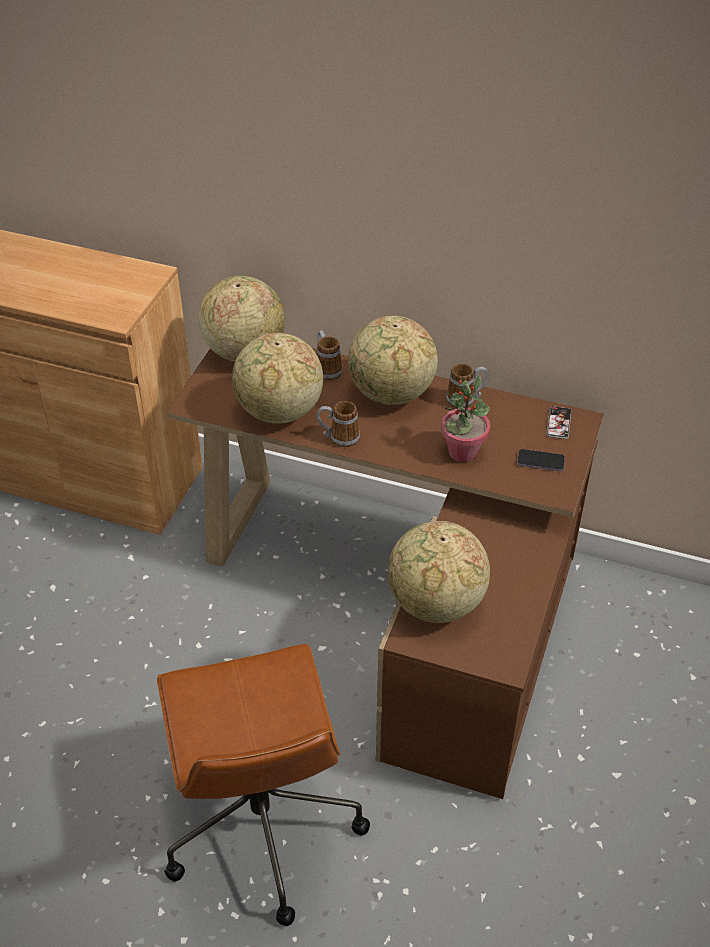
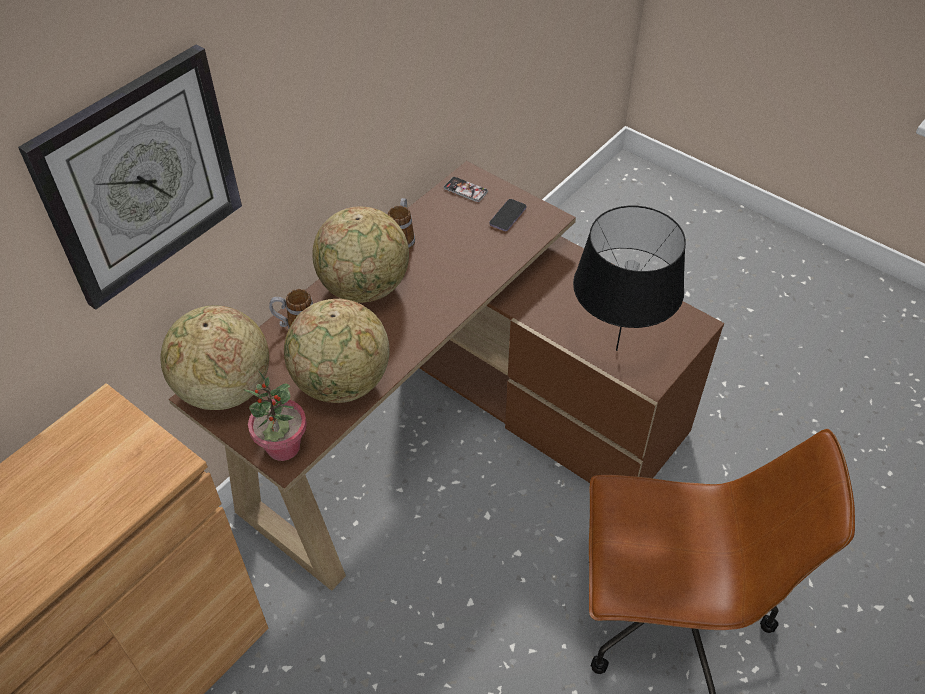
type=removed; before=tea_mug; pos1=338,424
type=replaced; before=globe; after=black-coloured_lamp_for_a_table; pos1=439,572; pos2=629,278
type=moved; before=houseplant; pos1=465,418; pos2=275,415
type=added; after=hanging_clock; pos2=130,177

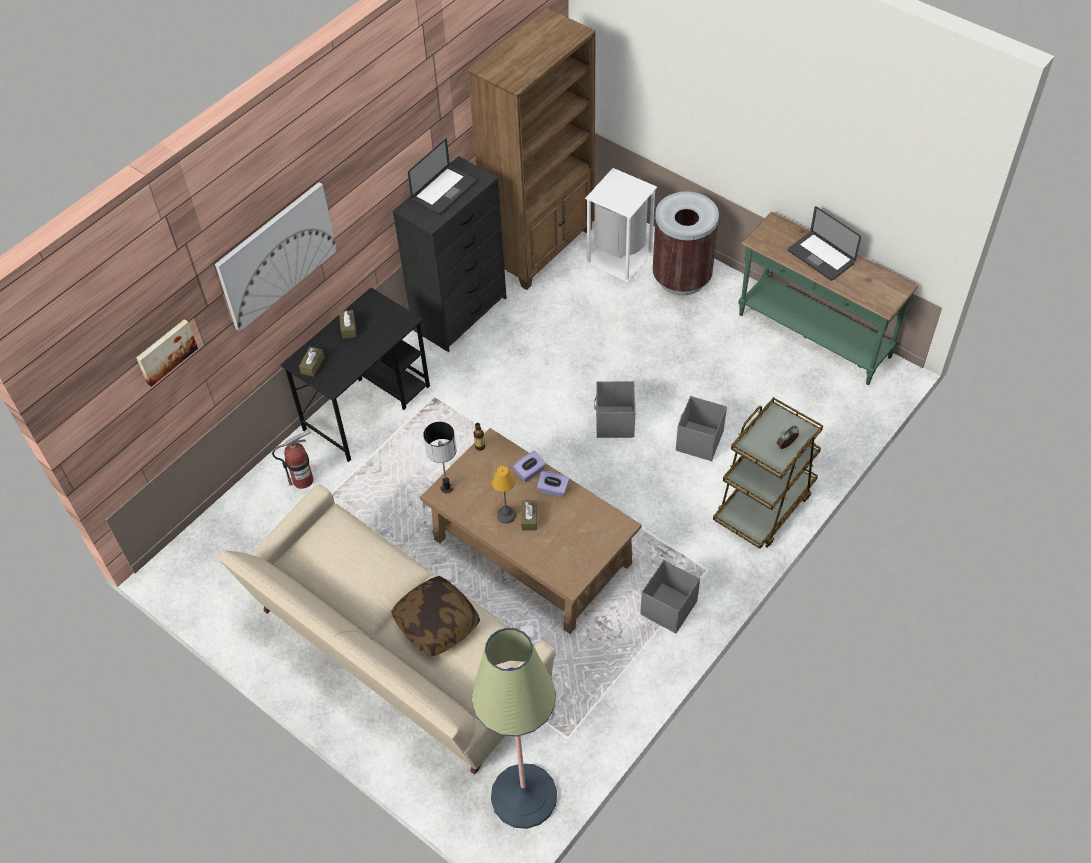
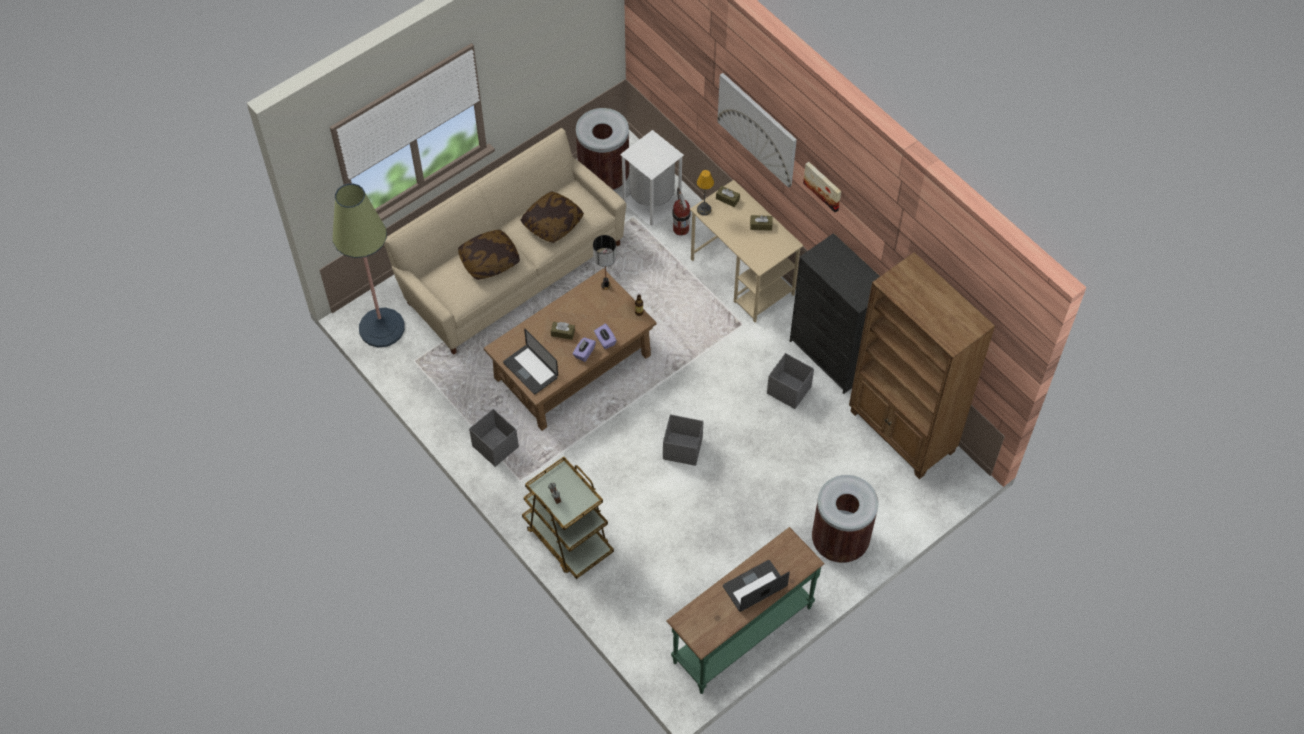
type=moved; before=wall_art; pos1=167,353; pos2=822,187
type=recoloured; before=black-coloured_desk_table; after=beige-coloured_desk_table; pos1=355,375; pos2=746,251
type=moved; before=laptop; pos1=442,177; pos2=530,361
type=moved; before=lamp_for_a_table; pos1=504,495; pos2=705,193
type=moved; before=white_waste_bin; pos1=621,225; pos2=652,179
type=moved; before=gray_storage_container; pos1=701,428; pos2=790,381
type=added; after=throw_pillow; pos2=552,217
type=added; after=brown-coloured_waste_bin; pos2=602,149

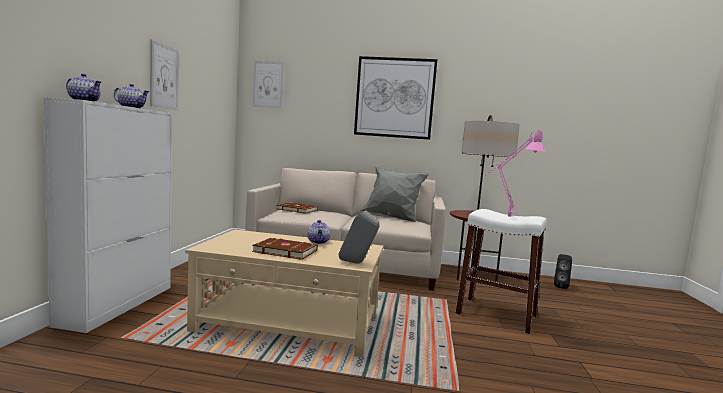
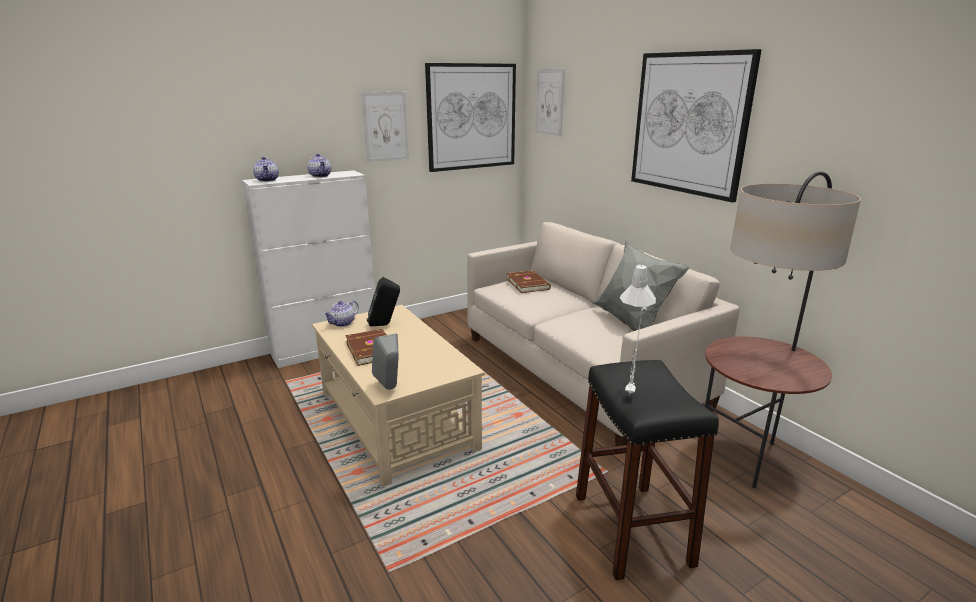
type=moved; before=tea_pot; pos1=318,232; pos2=341,313
type=recoloured; before=white_sitting_stool; after=black-coloured_sitting_stool; pos1=501,271; pos2=647,470
type=recoloured; before=pink_lamp_for_a_table; after=gray_lamp_for_a_table; pos1=516,173; pos2=638,330
type=moved; before=black-coloured_loudspeaker; pos1=563,271; pos2=383,302
type=added; after=wall_art; pos2=470,117

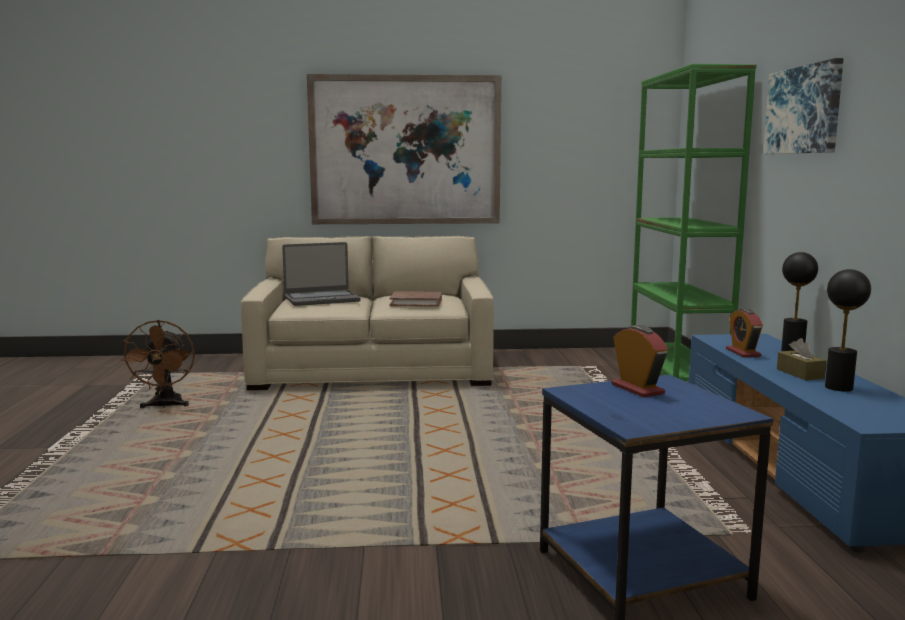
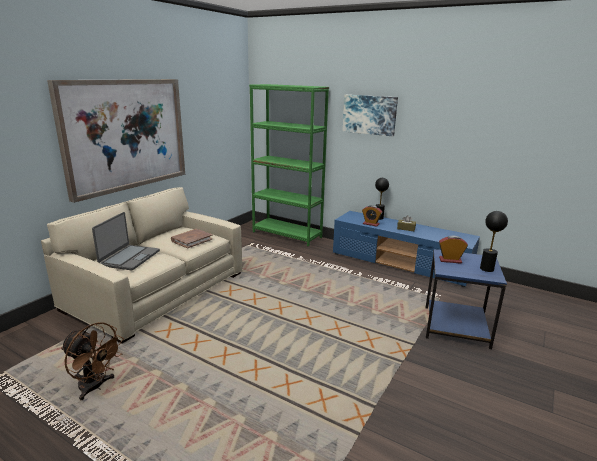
type=moved; before=black-coloured_lamp_for_a_table; pos1=848,330; pos2=494,241

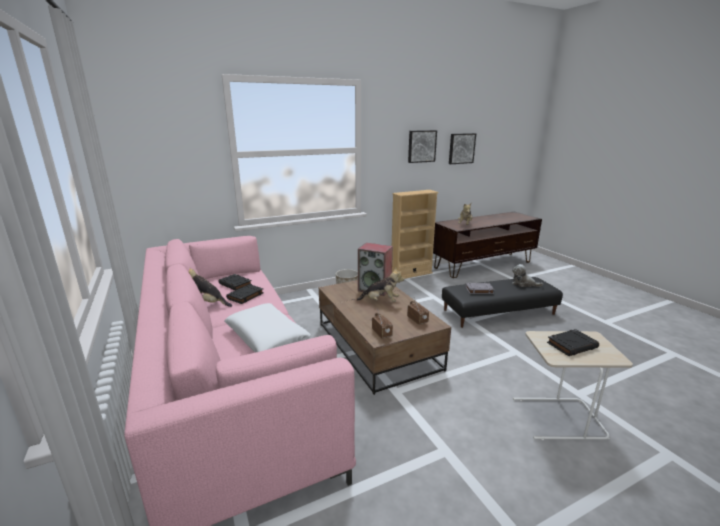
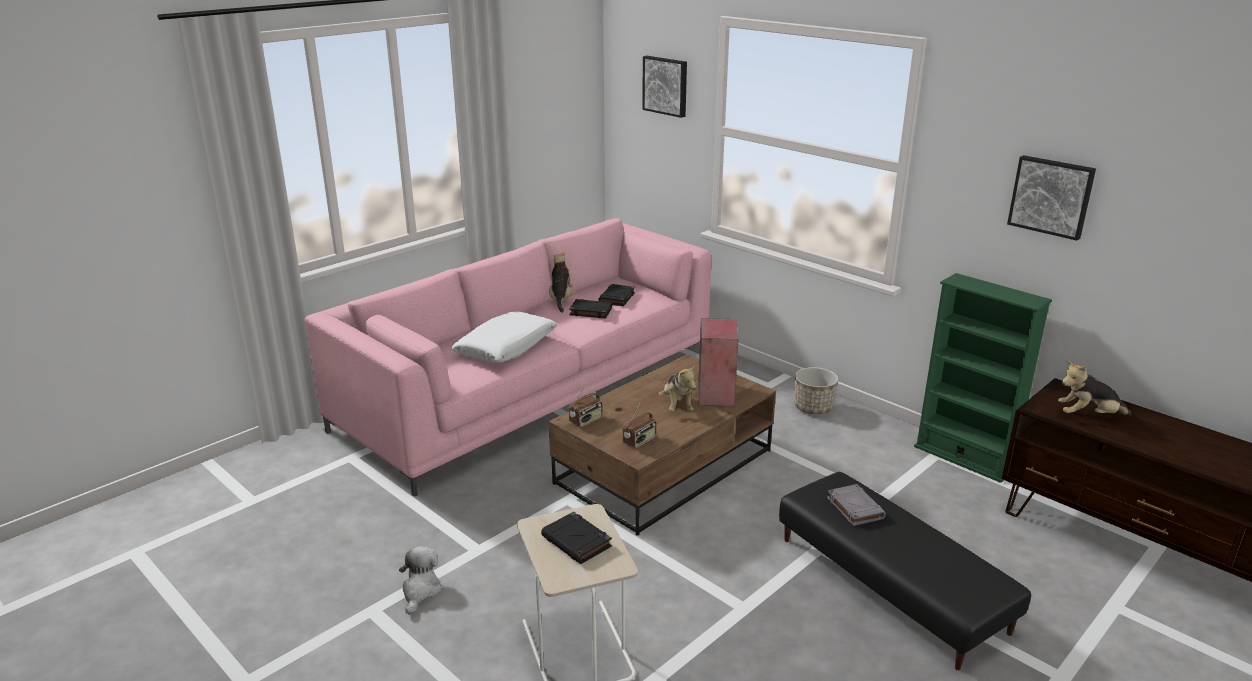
type=recoloured; before=beige-coloured_bookshelf; after=green_bookshelf; pos1=415,234; pos2=983,378
type=moved; before=wall_art; pos1=462,148; pos2=664,87
type=moved; before=plush_toy; pos1=527,275; pos2=420,580

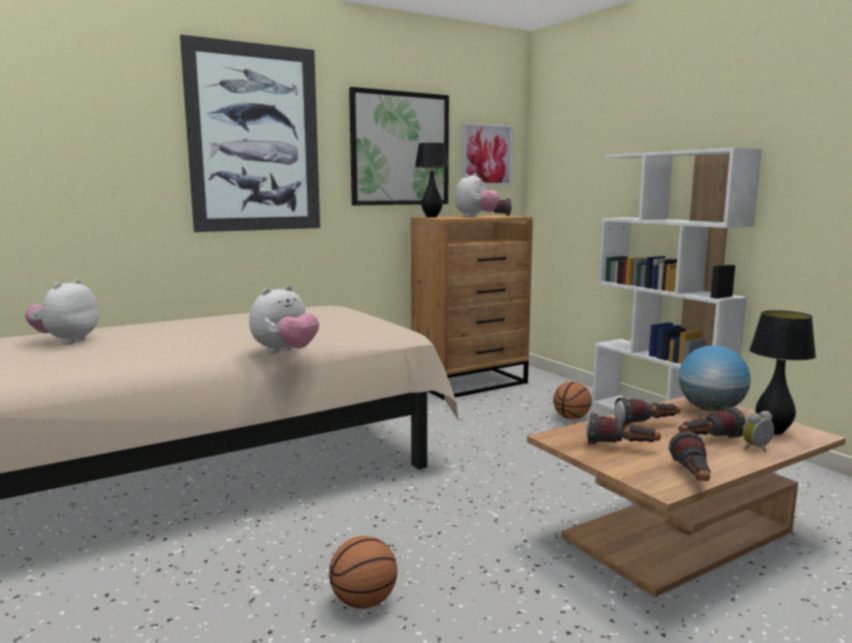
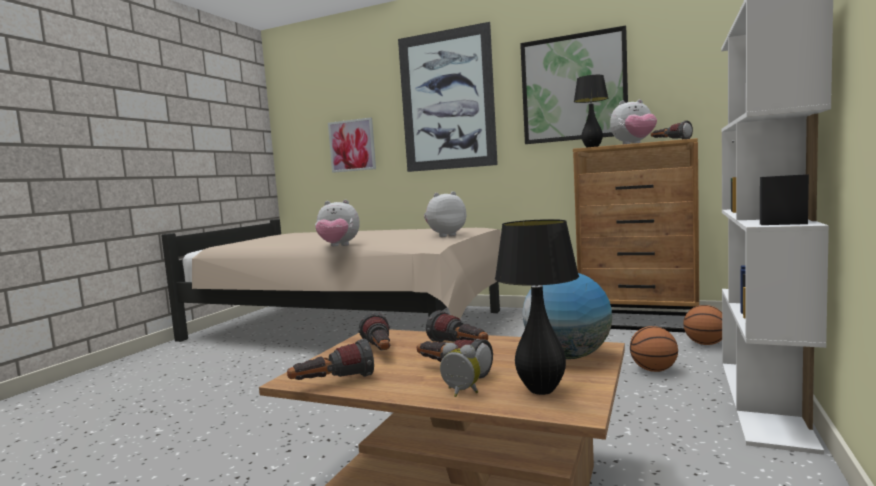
type=moved; before=plush_toy; pos1=62,311; pos2=445,214
type=moved; before=ball_for_basketball; pos1=363,572; pos2=702,325
type=moved; before=wall_art; pos1=487,154; pos2=352,145

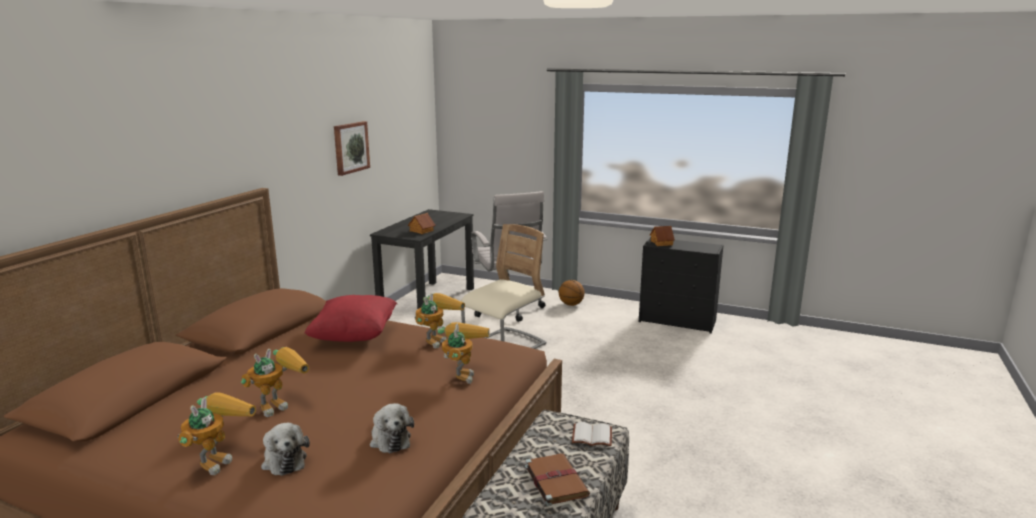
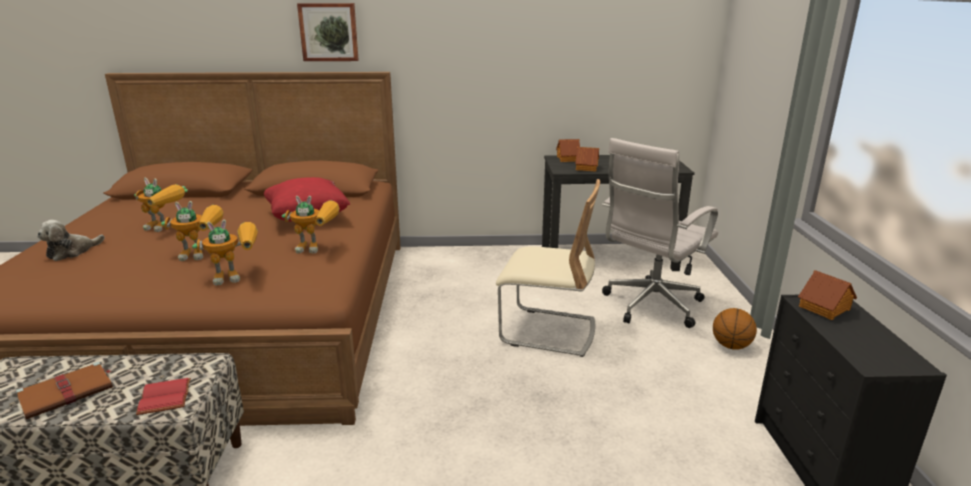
type=moved; before=toy_robot; pos1=216,433; pos2=192,231
type=moved; before=wall_art; pos1=352,148; pos2=328,32
type=removed; before=plush_toy; pos1=392,428
type=recoloured; before=white_bound_book; after=red-coloured_bound_book; pos1=592,434; pos2=163,396
type=added; after=toy_house; pos2=568,150

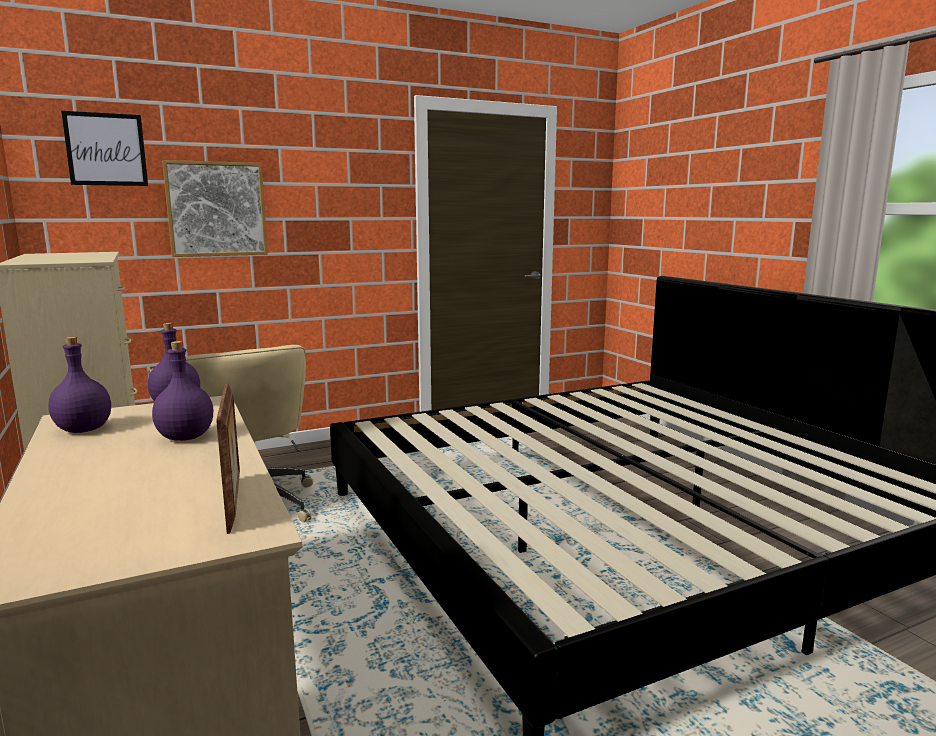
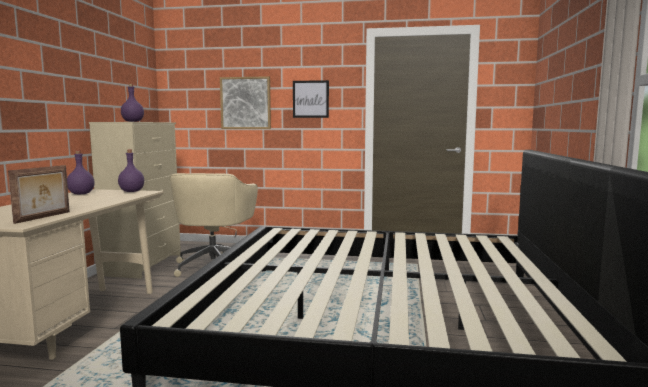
type=moved; before=wall_art; pos1=104,148; pos2=311,99
type=moved; before=purplish_drink_bottle; pos1=182,391; pos2=132,103

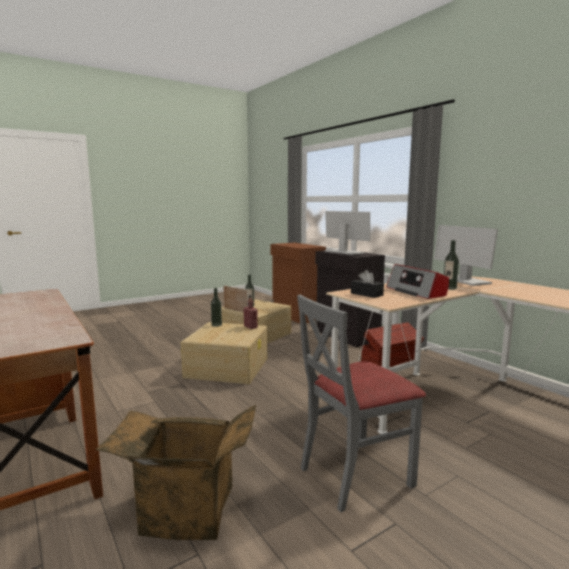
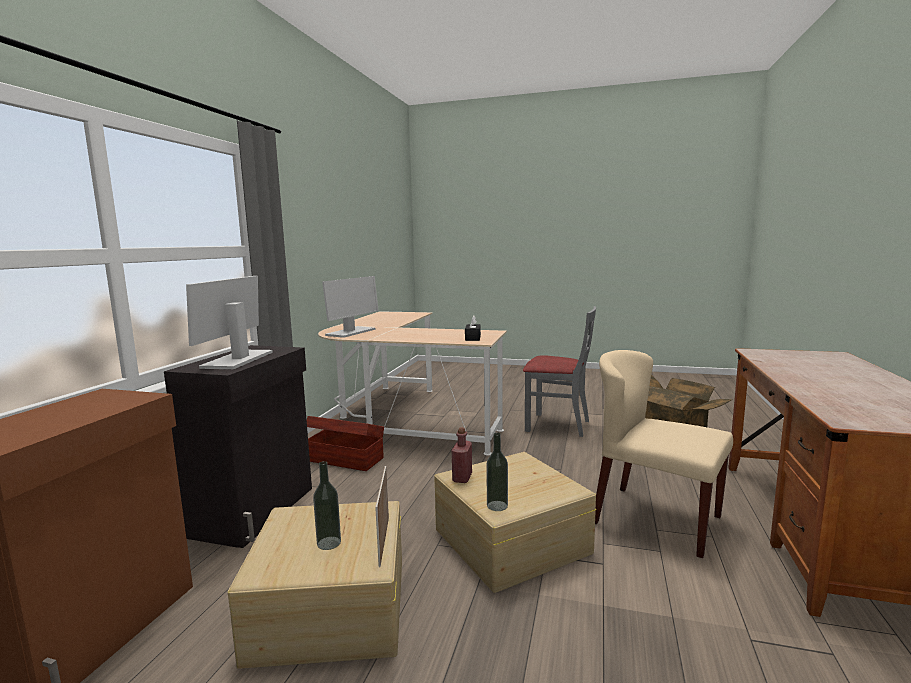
type=removed; before=radio; pos1=417,281
type=removed; before=drink_bottle; pos1=451,265
type=added; after=beige-coloured_upright_chair; pos2=664,454

